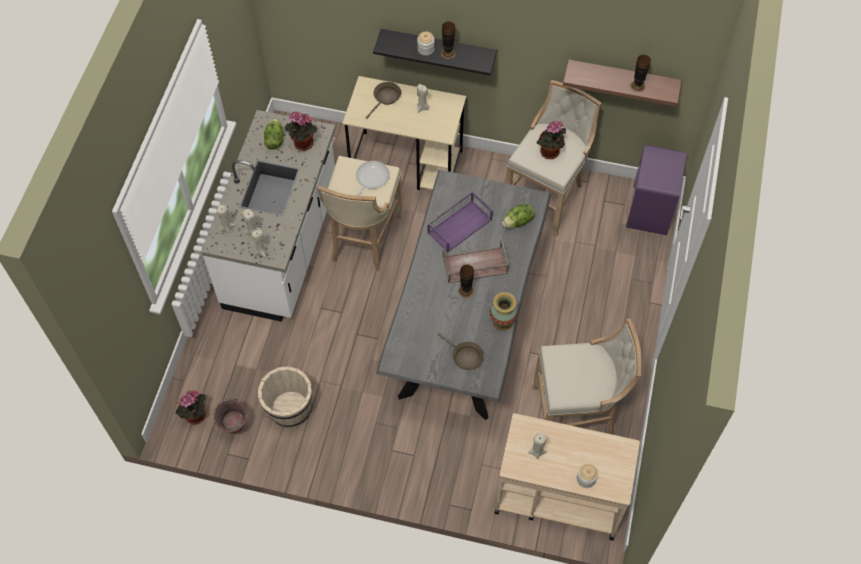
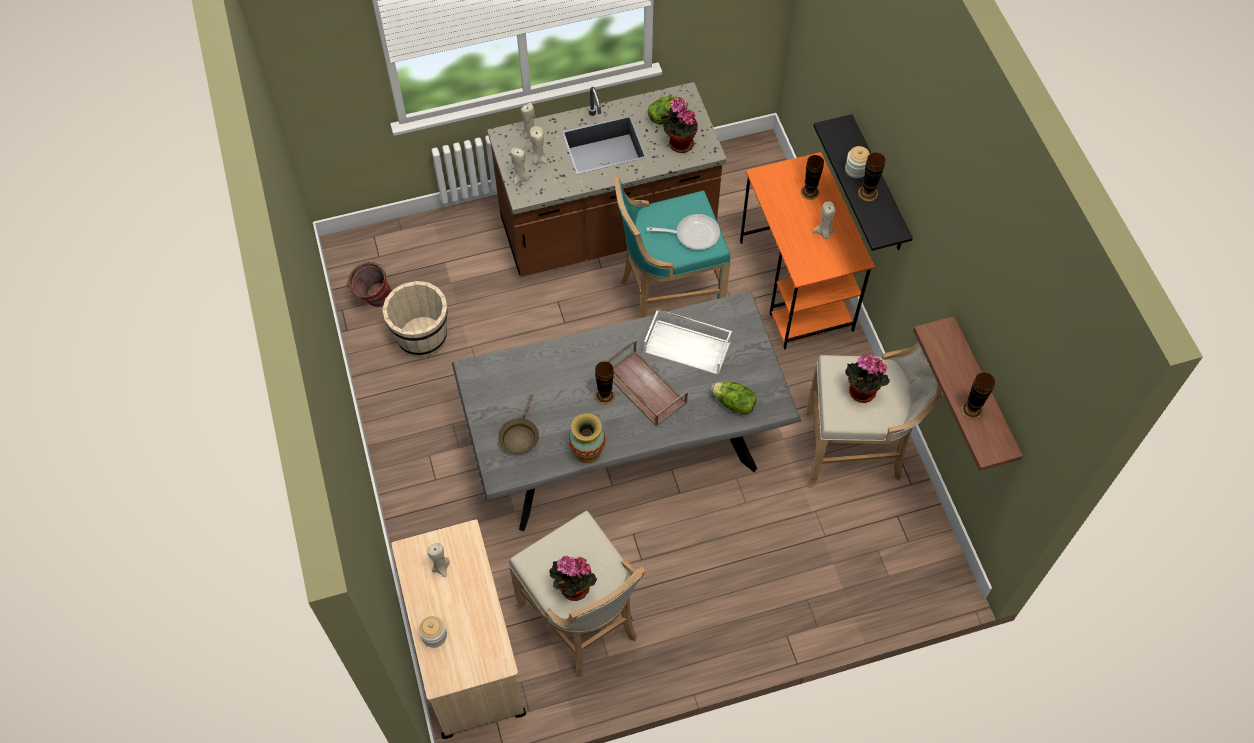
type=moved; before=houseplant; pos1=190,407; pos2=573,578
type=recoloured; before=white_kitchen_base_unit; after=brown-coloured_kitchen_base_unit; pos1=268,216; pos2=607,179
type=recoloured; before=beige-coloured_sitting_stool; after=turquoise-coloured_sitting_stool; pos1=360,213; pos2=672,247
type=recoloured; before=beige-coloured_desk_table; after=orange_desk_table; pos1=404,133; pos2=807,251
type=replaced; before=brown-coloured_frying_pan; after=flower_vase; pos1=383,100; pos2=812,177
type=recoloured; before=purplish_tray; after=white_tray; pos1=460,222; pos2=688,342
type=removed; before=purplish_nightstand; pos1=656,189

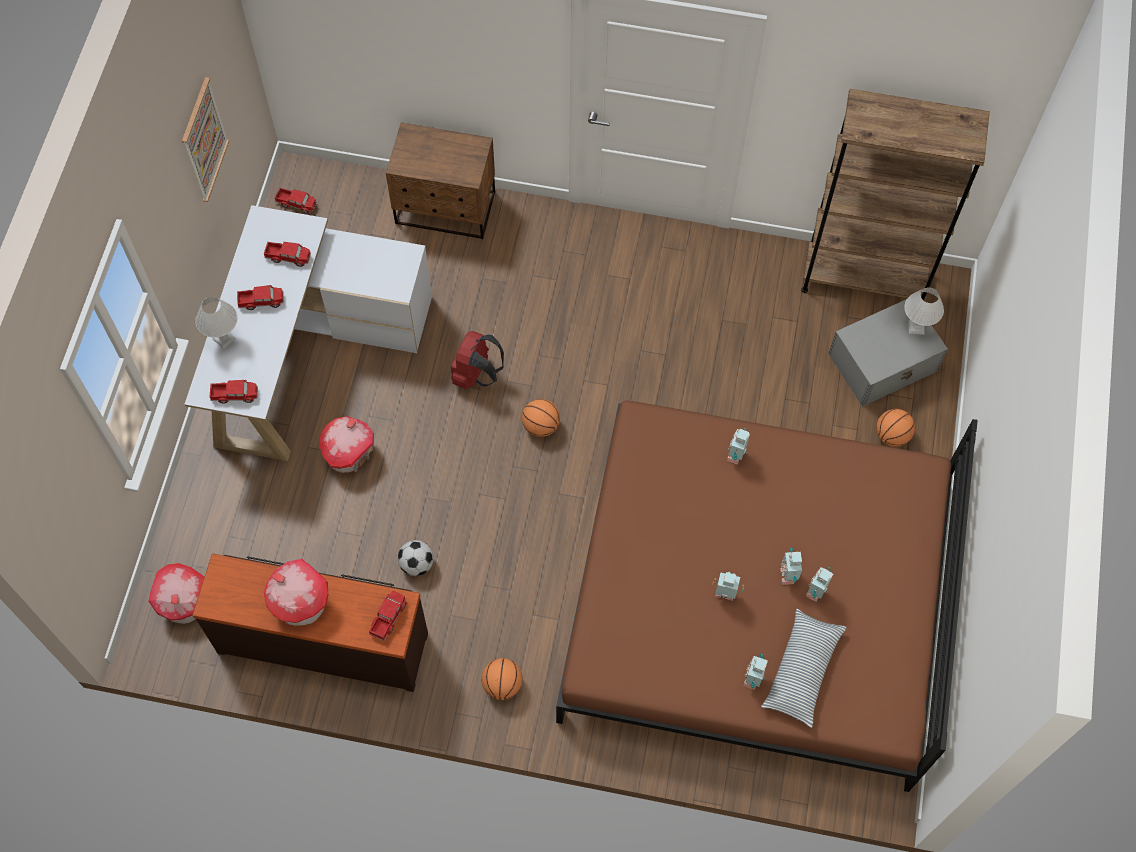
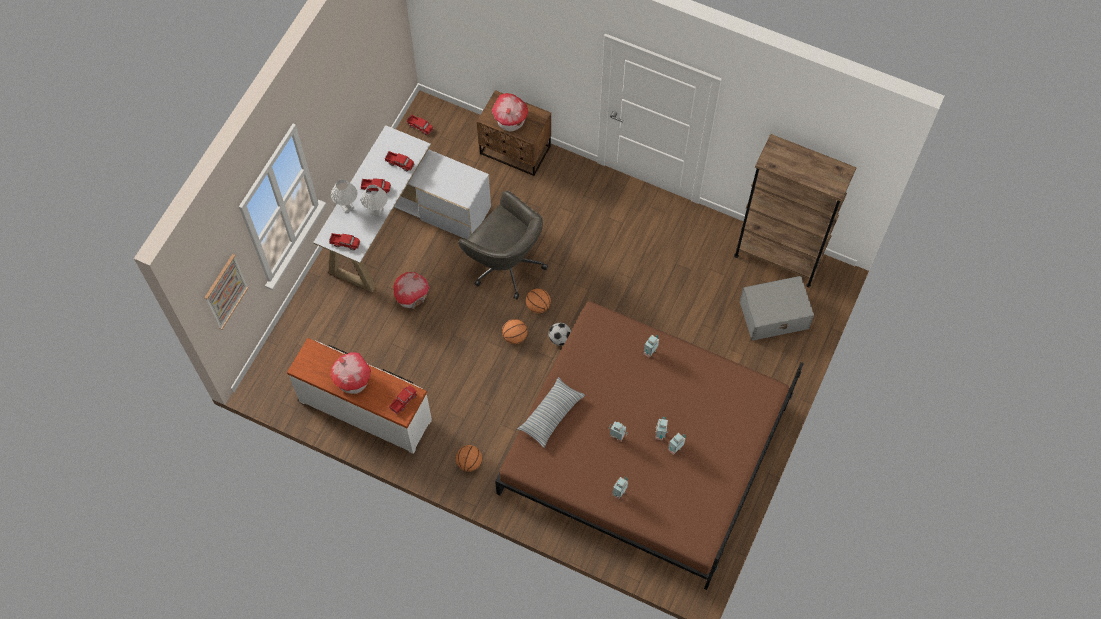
type=moved; before=toy_house; pos1=176,593; pos2=510,112
type=moved; before=wall_art; pos1=205,139; pos2=226,292
type=recoloured; before=brown-coloured_chest_of_drawers; after=white_chest_of_drawers; pos1=310,623; pos2=359,396
type=moved; before=football; pos1=416,558; pos2=560,334
type=replaced; before=red-coloured_rucksack; after=gray_computer_chair; pos1=477,360; pos2=503,245
type=moved; before=throw_pillow; pos1=803,668; pos2=551,412
type=moved; before=ball_for_basketball; pos1=895,428; pos2=515,331
type=moved; before=white_lamp_for_a_table; pos1=924,311; pos2=374,201

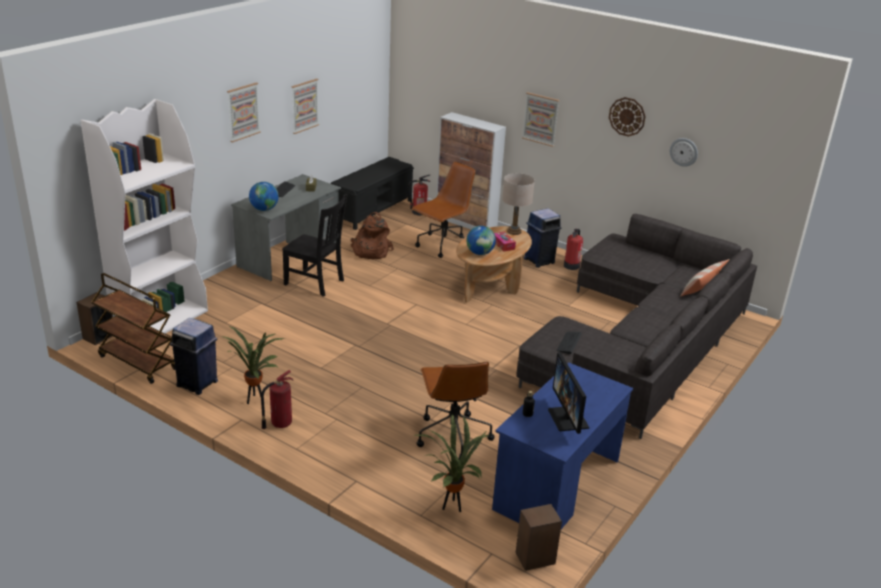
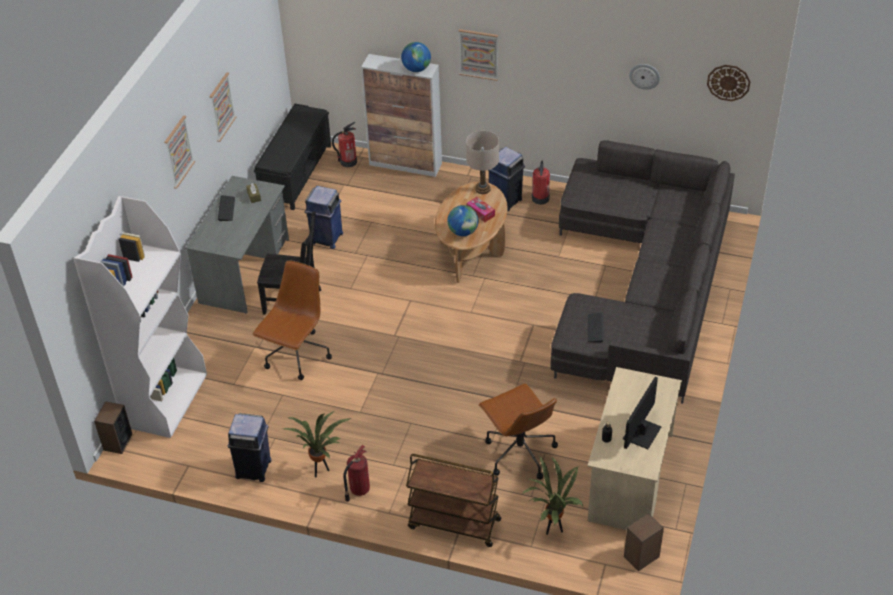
type=moved; before=brown-coloured_trolley; pos1=133,328; pos2=453,500
type=moved; before=globe; pos1=263,196; pos2=416,57
type=replaced; before=brown-coloured_rucksack; after=blue-coloured_waste_bin; pos1=372,235; pos2=324,217
type=moved; before=brown-coloured_computer_chair; pos1=444,210; pos2=292,320
type=recoloured; before=blue-coloured_desk_table; after=beige-coloured_desk_table; pos1=562,445; pos2=634,448
type=turned; before=monitor; pos1=568,393; pos2=642,413; turn=60
type=moved; before=hanging_clock; pos1=627,117; pos2=728,83
type=removed; before=throw_pillow; pos1=705,277

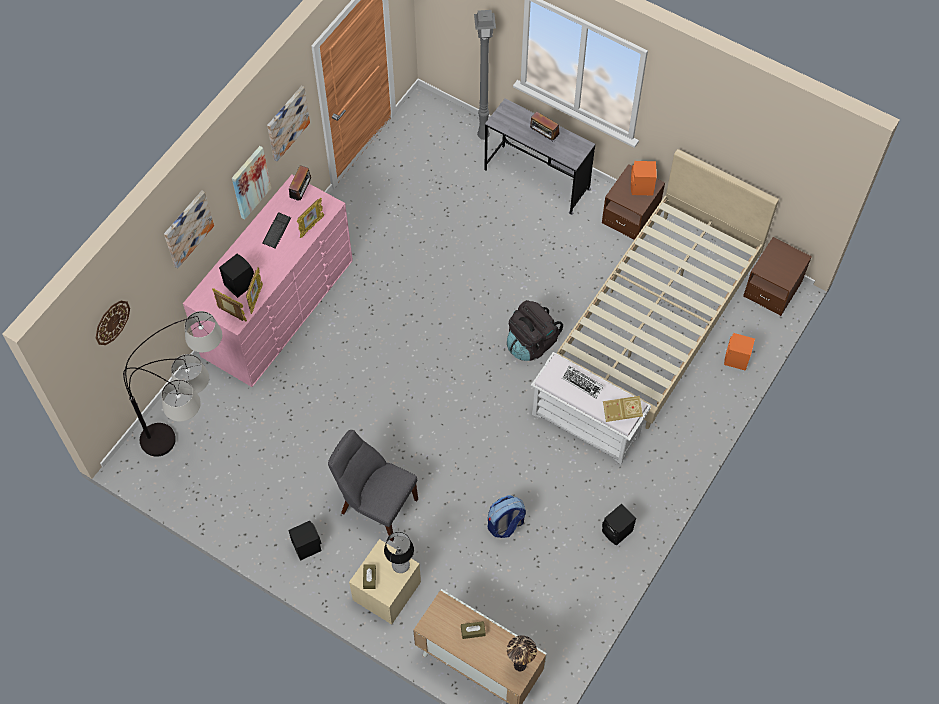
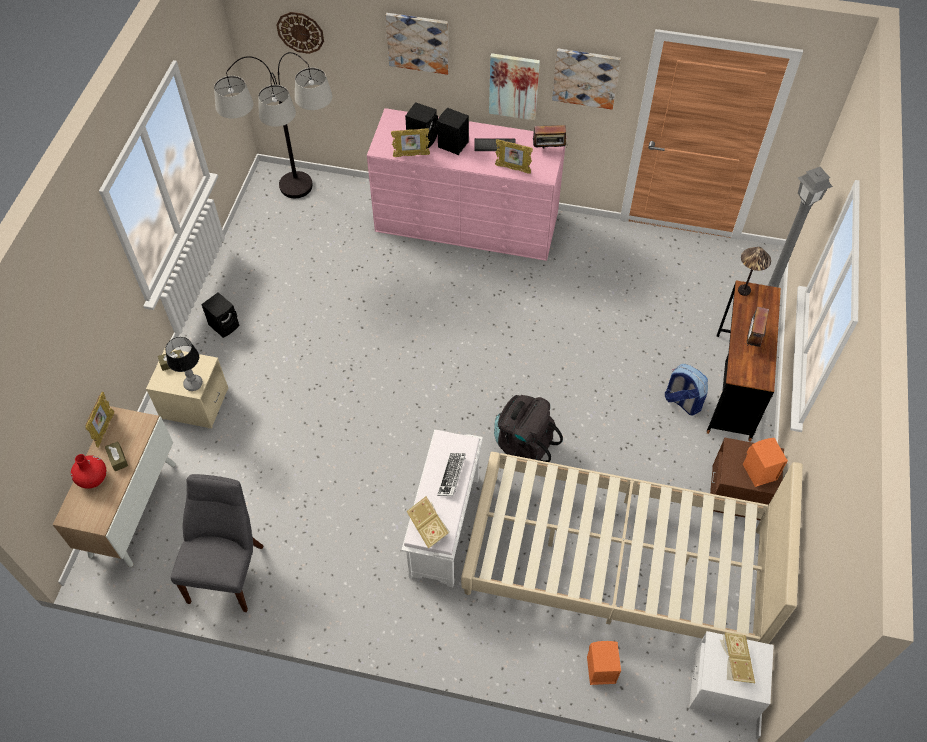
type=moved; before=photo_frame; pos1=229,304; pos2=99,420
type=moved; before=gray_upright_chair; pos1=373,485; pos2=217,543
type=recoloured; before=gray_desk_table; after=brown-coloured_desk_table; pos1=539,157; pos2=744,361
type=moved; before=rucksack; pos1=506,516; pos2=686,390
type=moved; before=lamp_for_a_table; pos1=522,653; pos2=754,271
type=moved; before=black-coloured_loudspeaker; pos1=619,525; pos2=452,131
type=recoloured; before=brown-coloured_nightstand; after=white_nightstand; pos1=777,276; pos2=731,676
type=added; after=red-coloured_flower_vase; pos2=88,471
type=added; after=bound_book; pos2=737,657

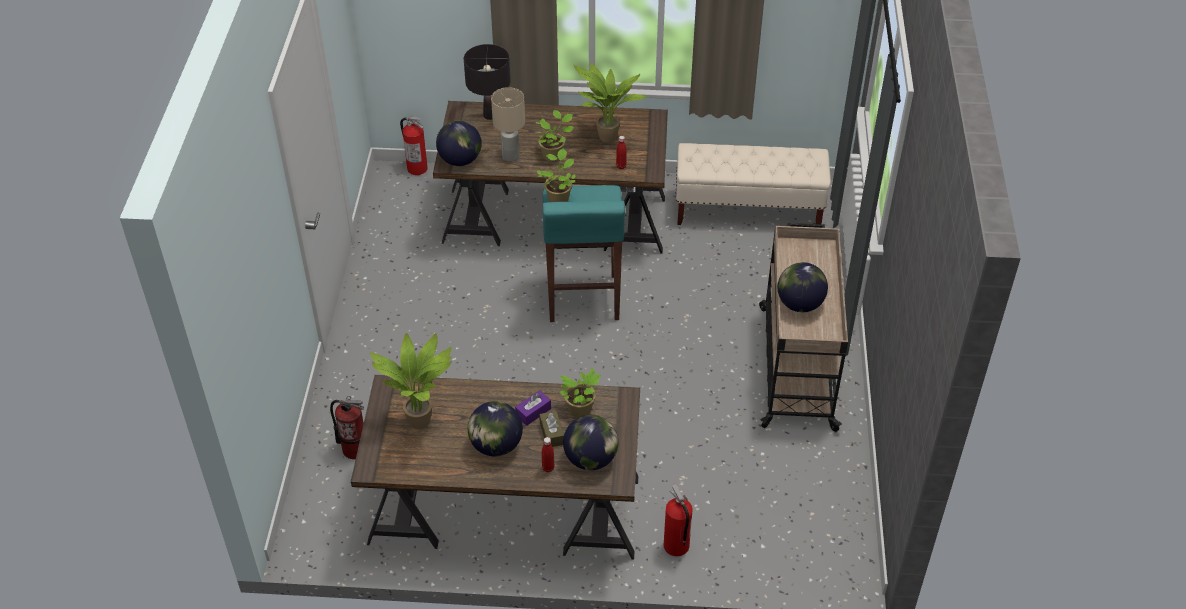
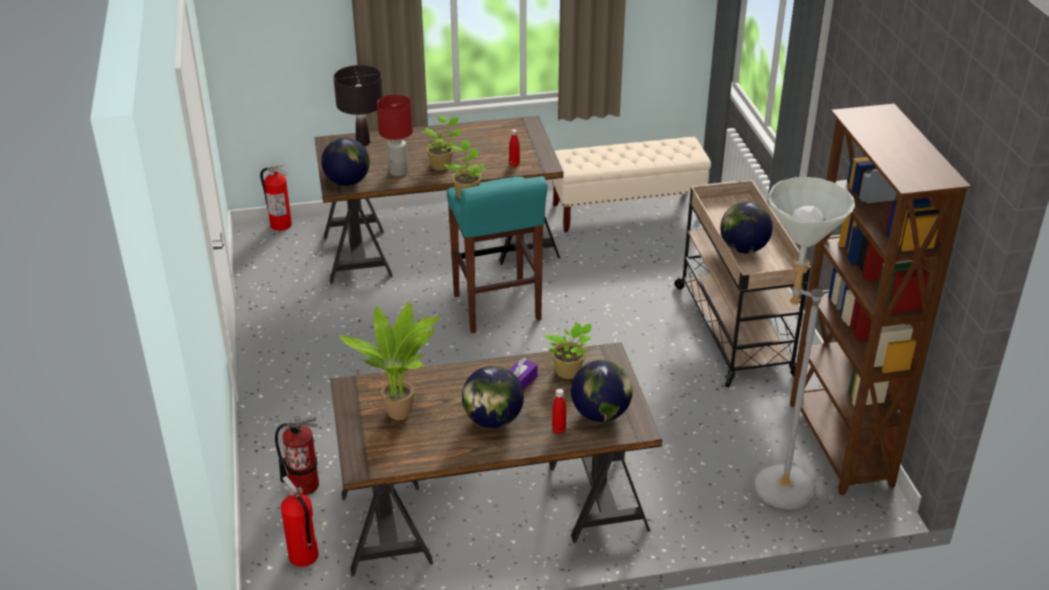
type=recoloured; before=beige-coloured_lamp_for_a_table; after=red-coloured_lamp_for_a_table; pos1=508,124; pos2=395,135
type=removed; before=brown-coloured_box_of_tissues; pos1=551,429
type=removed; before=houseplant; pos1=610,103
type=moved; before=fire_extinguisher; pos1=678,520; pos2=300,521
type=added; after=gray_standard_lamp; pos2=804,343
type=added; after=brown-coloured_bookshelf; pos2=880,300

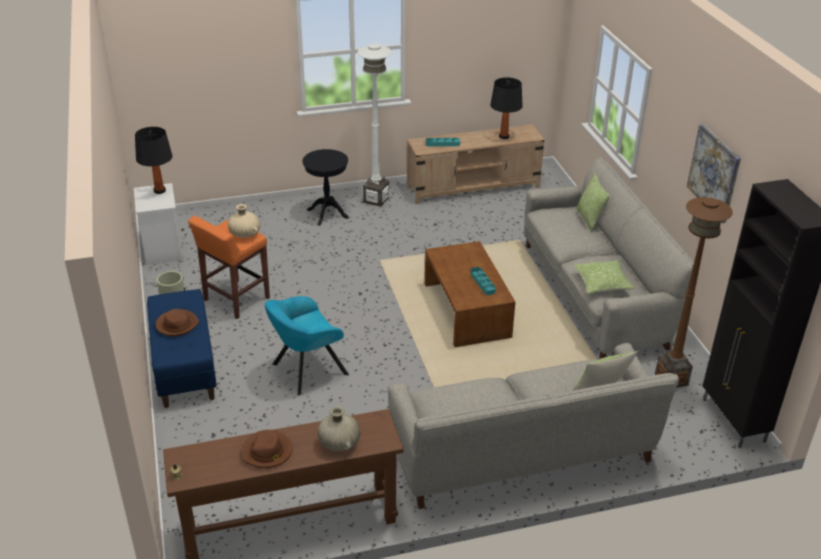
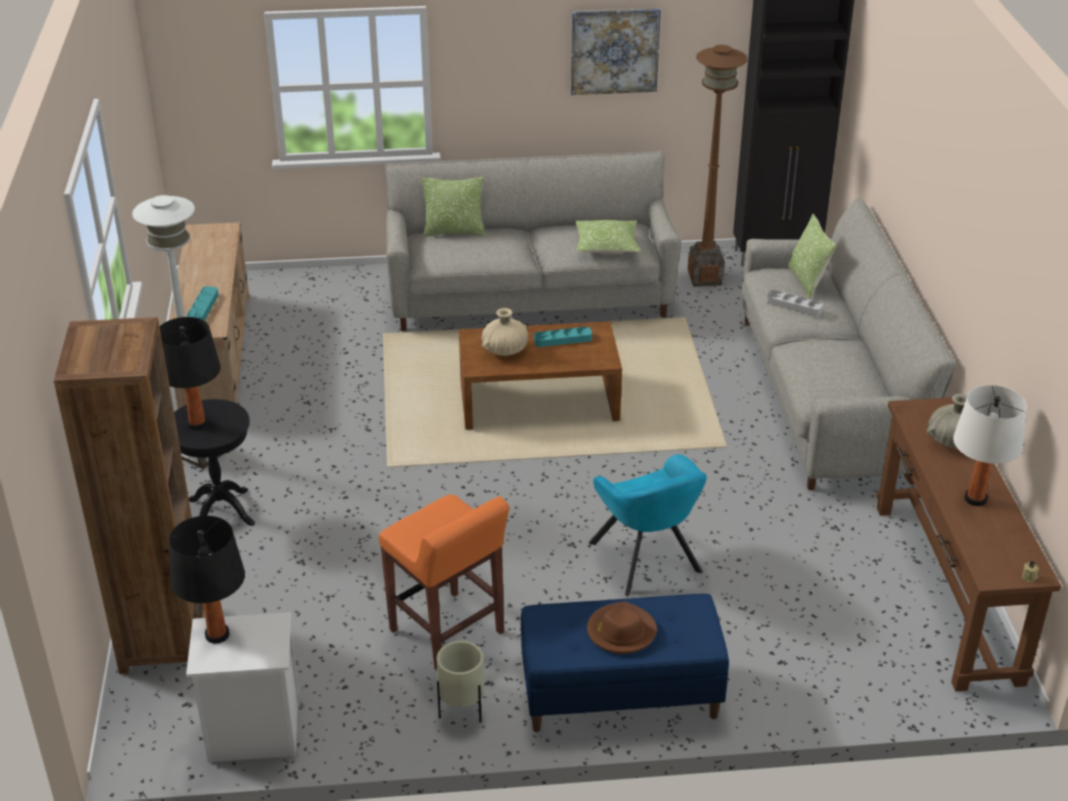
type=moved; before=beige-coloured_flower_vase; pos1=244,221; pos2=505,332
type=replaced; before=brown-coloured_hat; after=white_lamp_for_a_table; pos1=267,449; pos2=990,445
type=moved; before=black-coloured_lamp_for_a_table; pos1=506,108; pos2=189,373
type=added; after=brown-coloured_bookshelf; pos2=129,495
type=added; after=gray_tray; pos2=794,303

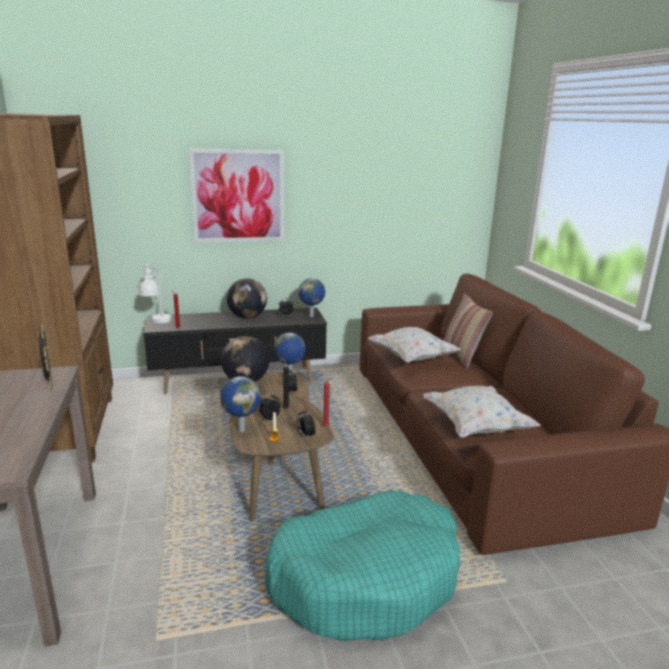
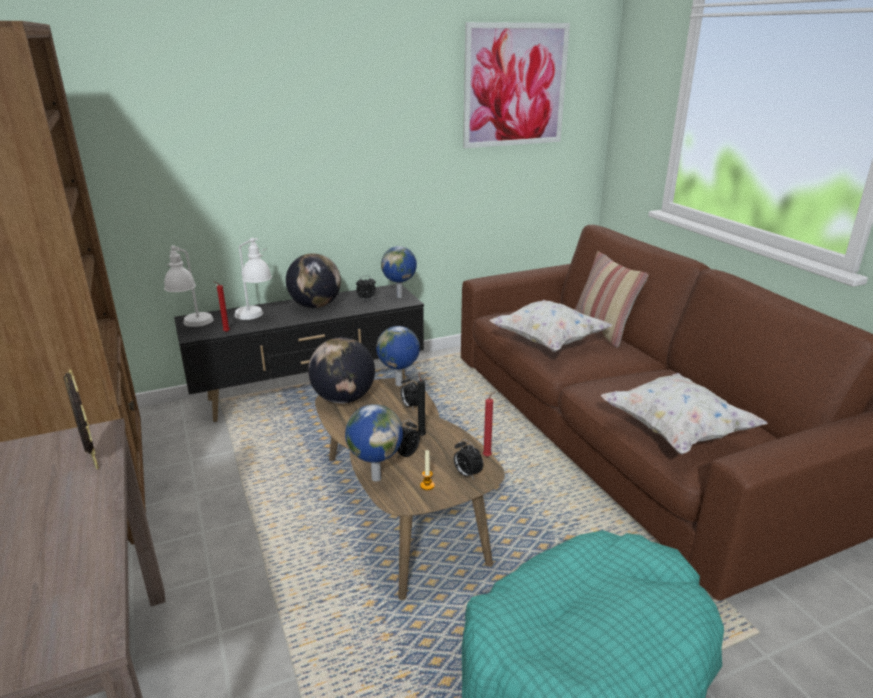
type=moved; before=wall_art; pos1=236,196; pos2=516,85
type=added; after=white_lamp_for_a_table; pos2=253,279

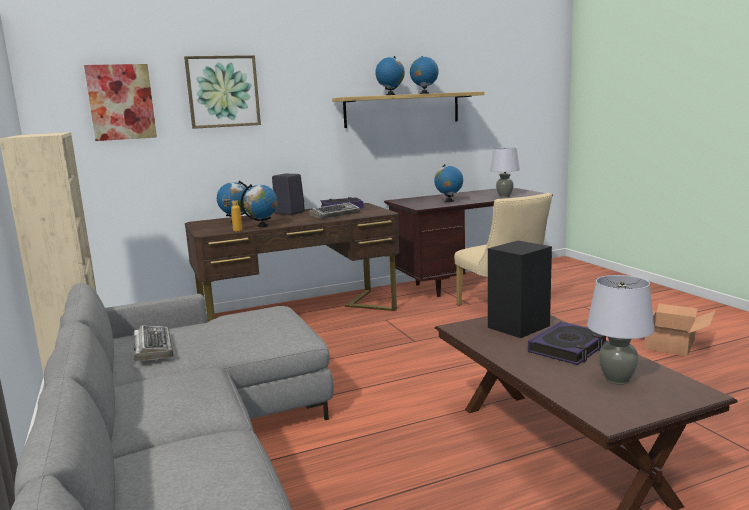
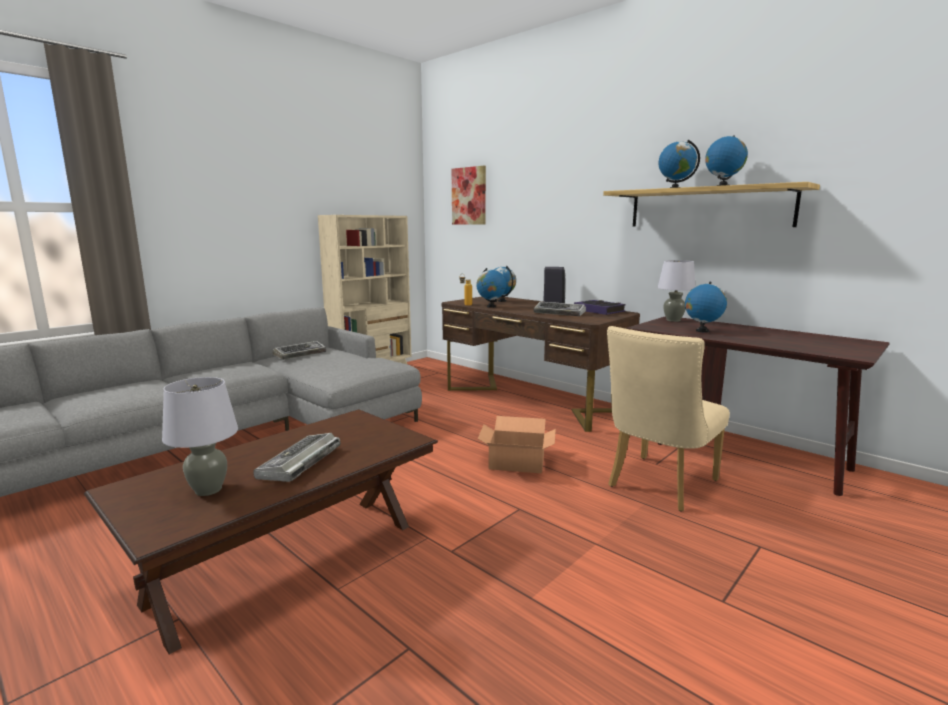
type=removed; before=wall_art; pos1=222,92
type=removed; before=black-coloured_loudspeaker; pos1=520,289
type=moved; before=gray_lamp_for_a_table; pos1=505,172; pos2=676,291
type=replaced; before=bound_book; after=computer_keyboard; pos1=568,343; pos2=297,457
type=moved; before=packing_box; pos1=680,330; pos2=517,444

